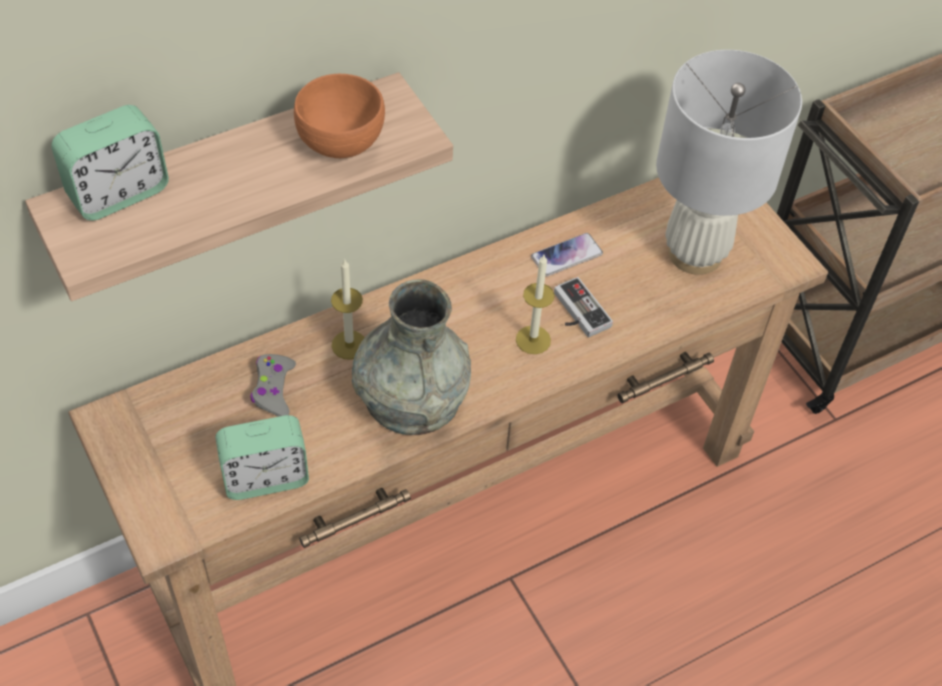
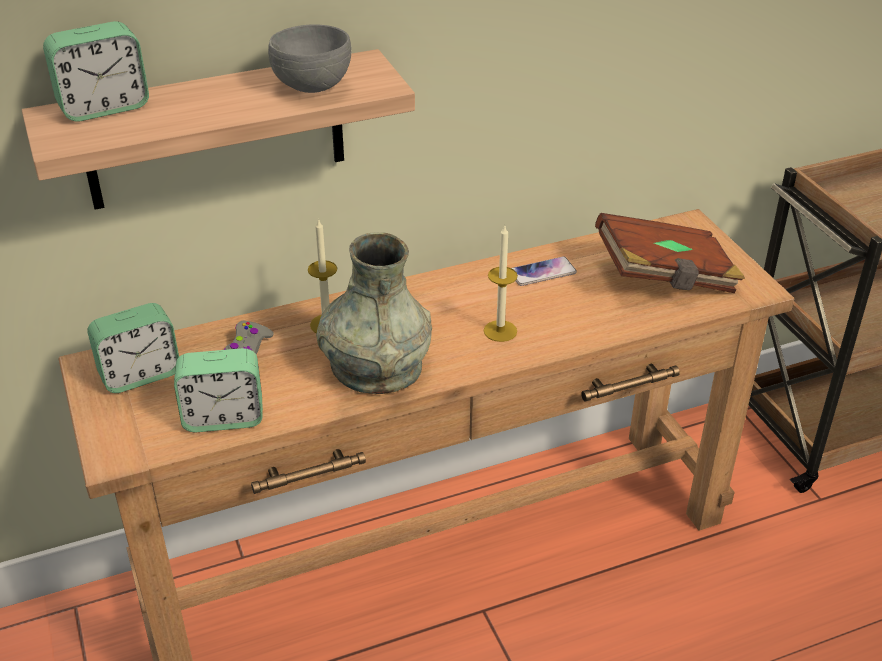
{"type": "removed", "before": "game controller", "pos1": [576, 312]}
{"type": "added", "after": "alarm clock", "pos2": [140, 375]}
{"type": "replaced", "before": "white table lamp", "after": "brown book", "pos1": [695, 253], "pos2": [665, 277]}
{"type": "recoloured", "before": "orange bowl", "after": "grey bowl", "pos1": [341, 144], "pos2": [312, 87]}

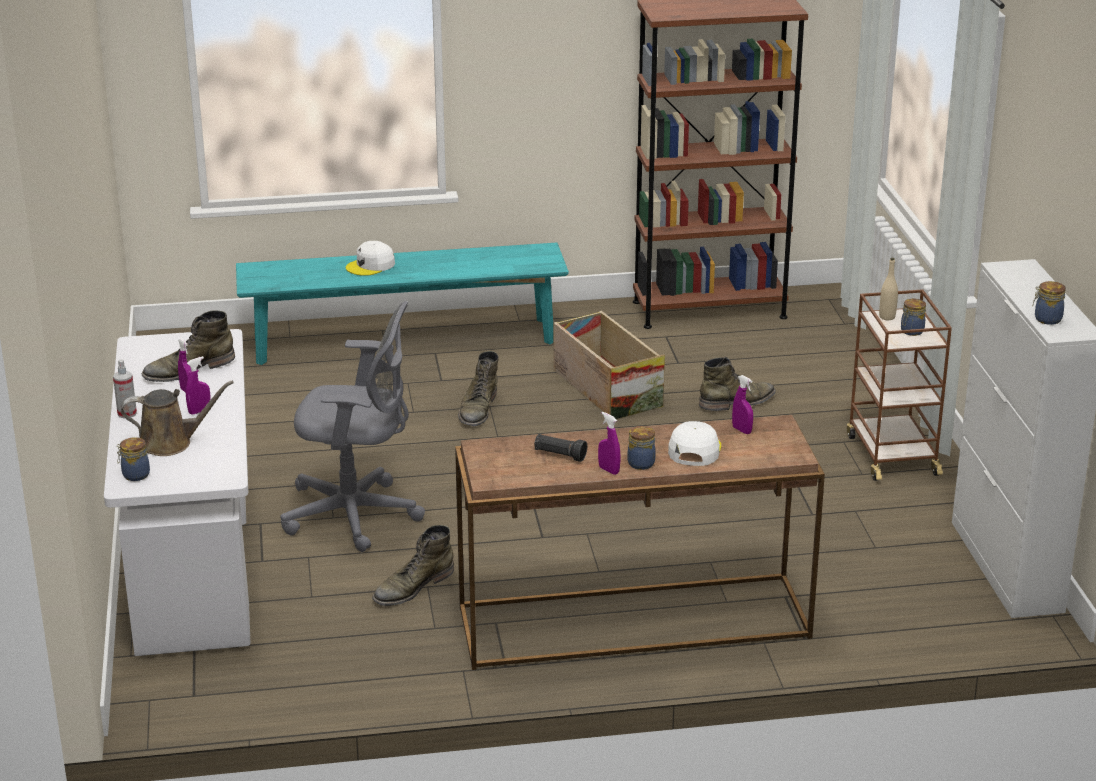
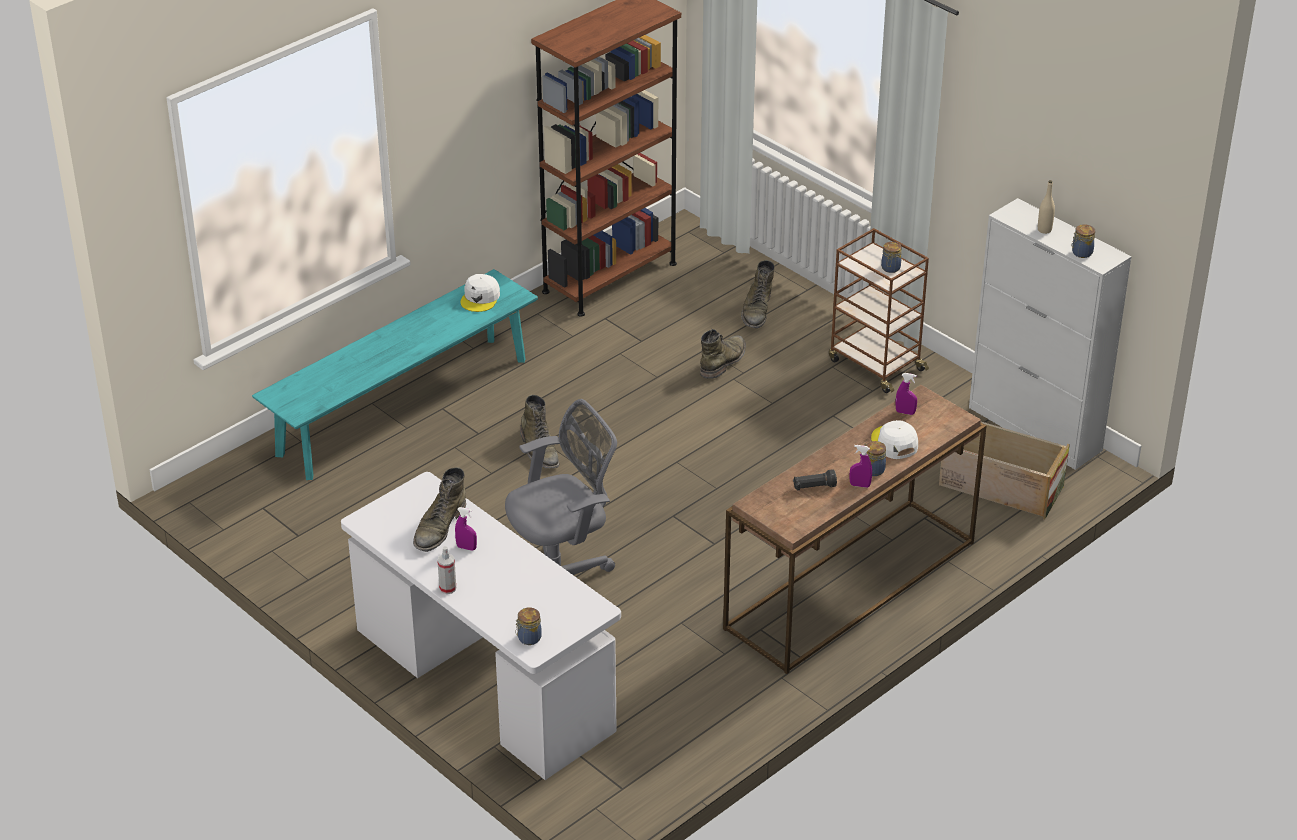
{"type": "removed", "before": "brown watering can", "pos1": [171, 443]}
{"type": "removed", "before": "purple spray bottle", "pos1": [199, 411]}
{"type": "moved", "before": "white cap", "pos1": [371, 265], "pos2": [480, 298]}
{"type": "moved", "before": "green boot", "pos1": [413, 587], "pos2": [757, 310]}
{"type": "moved", "before": "crate", "pos1": [605, 388], "pos2": [999, 486]}
{"type": "moved", "before": "beige bottle", "pos1": [887, 317], "pos2": [1044, 230]}

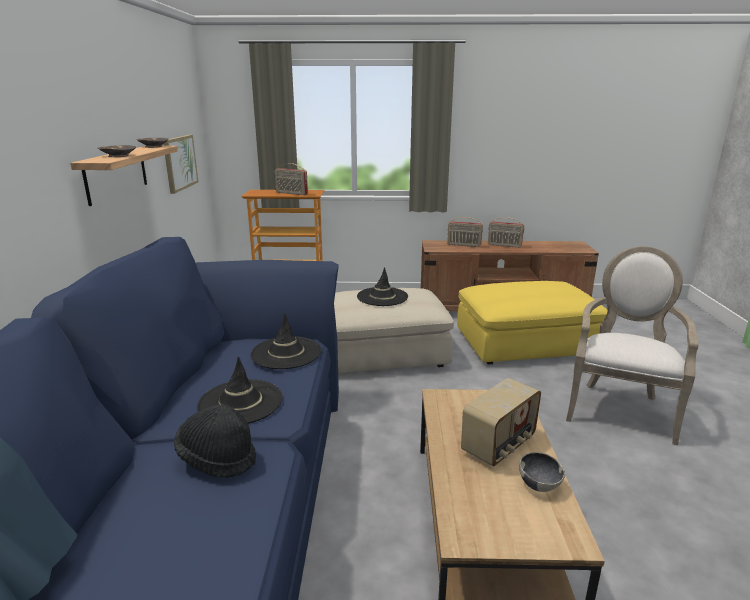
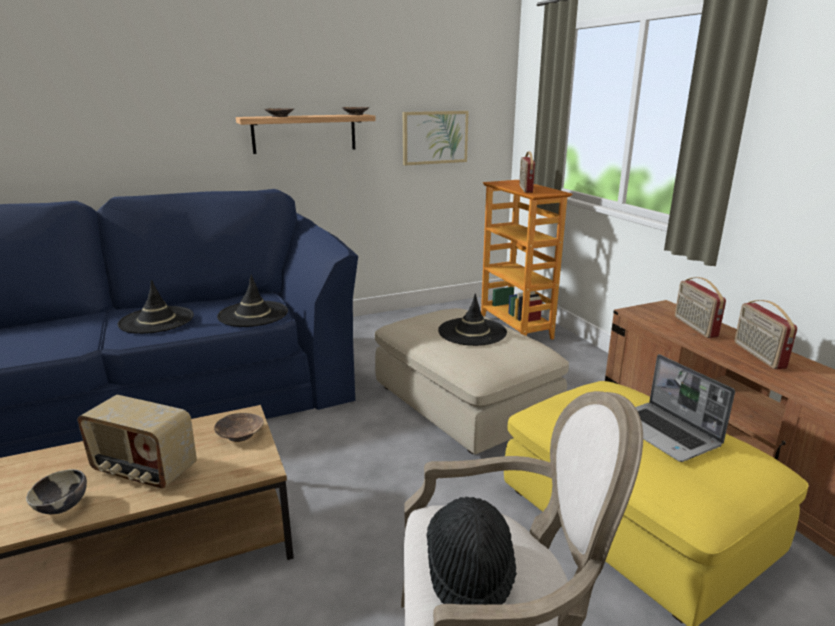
{"type": "added", "after": "brown bowl", "pos2": [240, 435]}
{"type": "added", "after": "laptop", "pos2": [665, 433]}
{"type": "moved", "before": "black hat", "pos1": [217, 458], "pos2": [470, 571]}

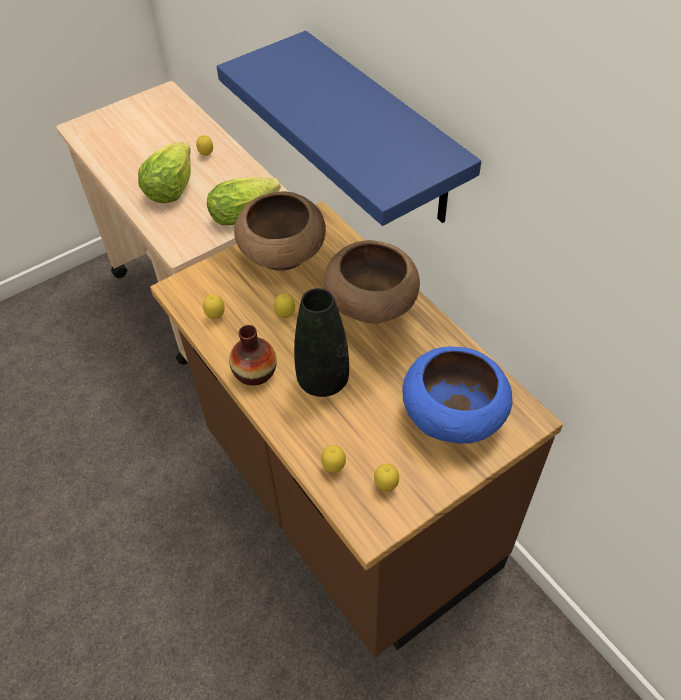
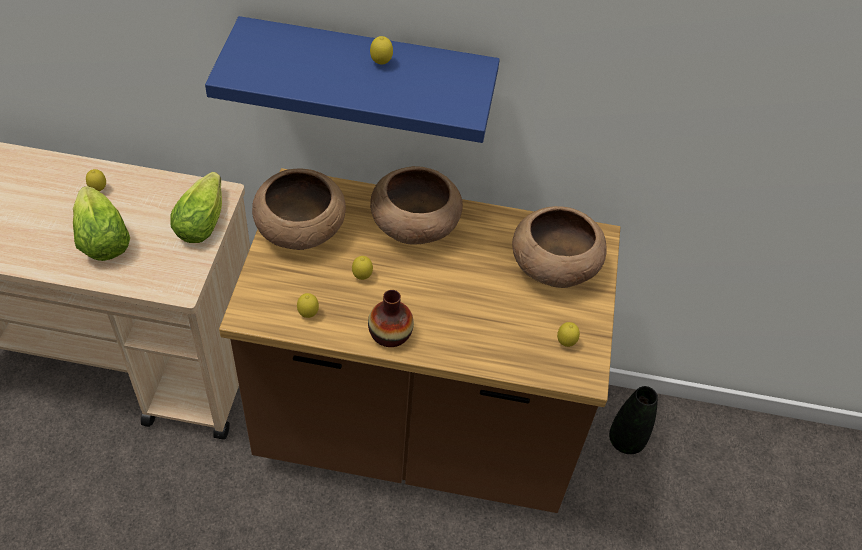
{"type": "moved", "before": "black vase", "pos1": [323, 381], "pos2": [626, 440]}
{"type": "moved", "before": "lemon", "pos1": [334, 467], "pos2": [381, 63]}
{"type": "recoloured", "before": "blue bowl", "after": "brown bowl", "pos1": [453, 414], "pos2": [553, 266]}

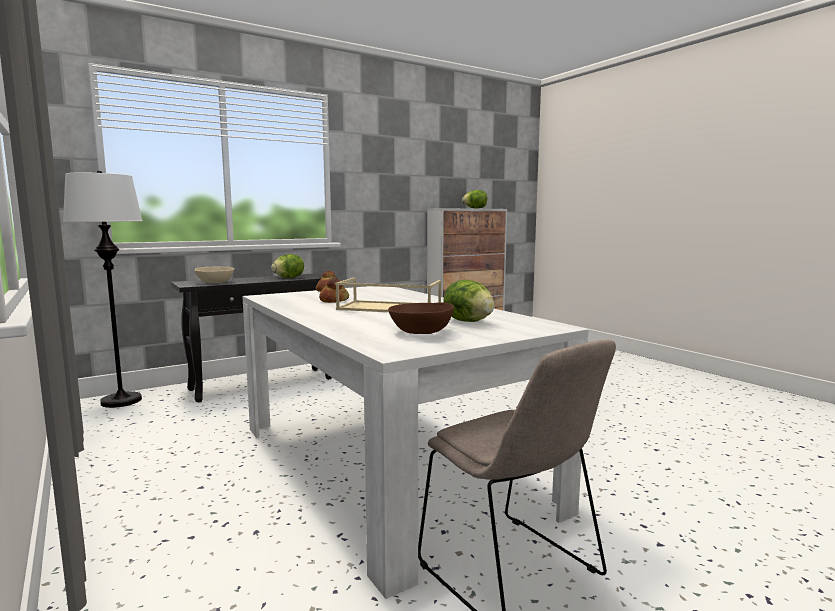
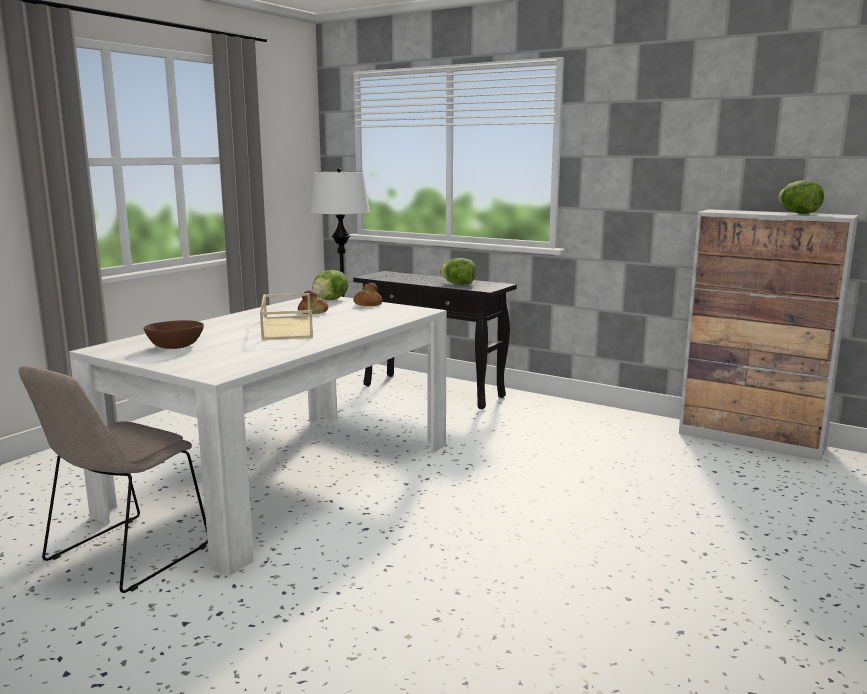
{"type": "removed", "before": "beige bowl", "pos1": [215, 282]}
{"type": "moved", "before": "lettuce", "pos1": [468, 322], "pos2": [330, 300]}

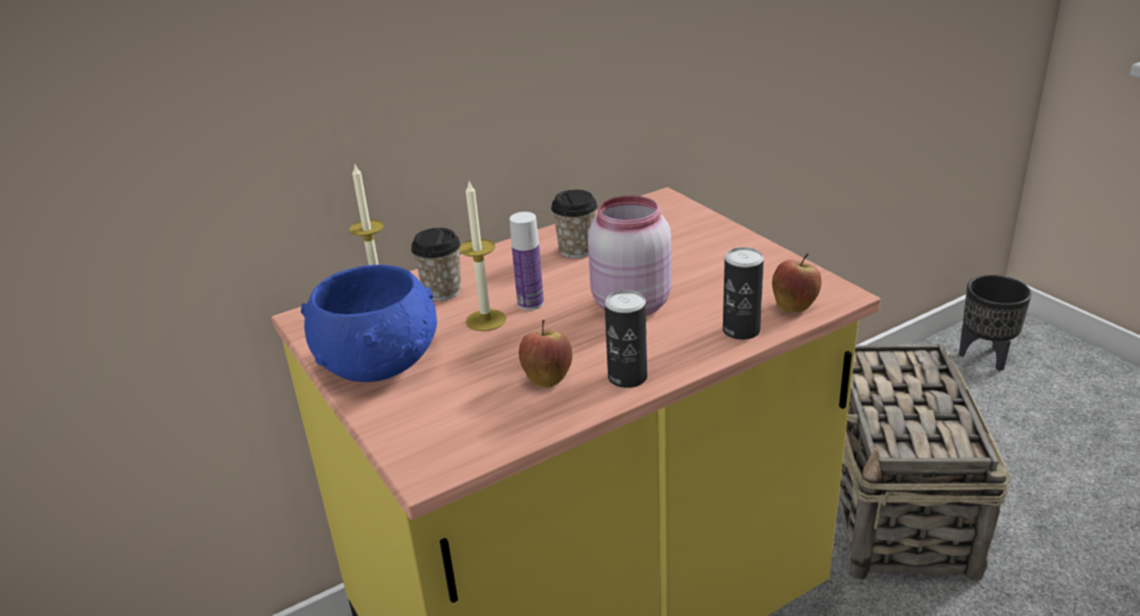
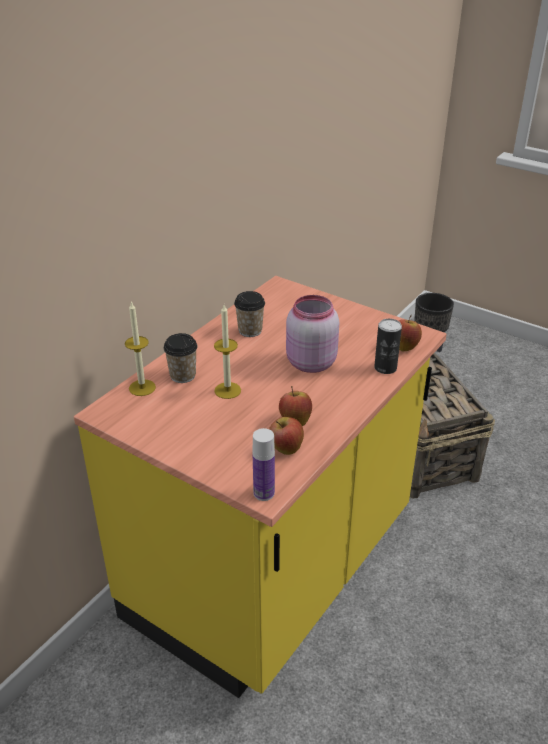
{"type": "removed", "before": "blue bowl", "pos1": [380, 362]}
{"type": "removed", "before": "can", "pos1": [627, 377]}
{"type": "added", "after": "apple", "pos2": [285, 449]}
{"type": "moved", "before": "bottle", "pos1": [530, 303], "pos2": [264, 493]}

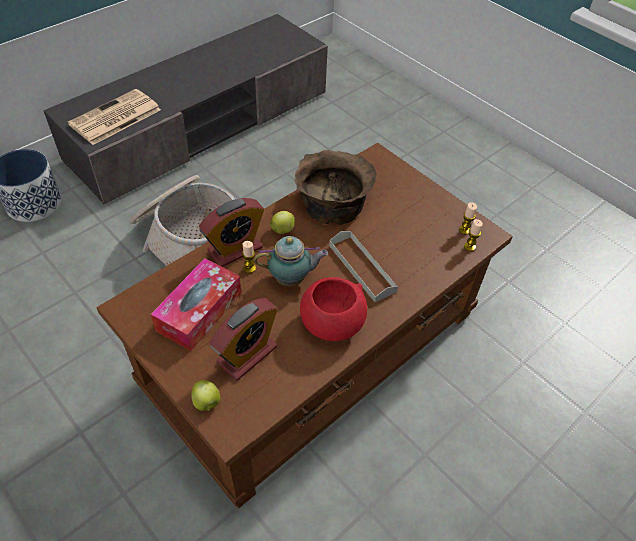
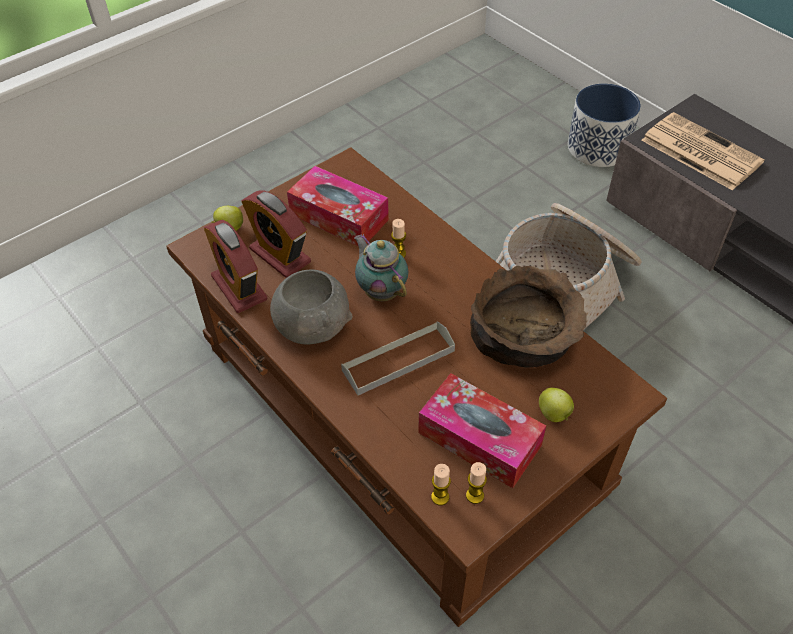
{"type": "added", "after": "tissue box", "pos2": [479, 439]}
{"type": "moved", "before": "alarm clock", "pos1": [235, 249], "pos2": [239, 288]}
{"type": "moved", "before": "apple", "pos1": [283, 230], "pos2": [554, 415]}
{"type": "recoloured", "before": "red bowl", "after": "grey bowl", "pos1": [331, 324], "pos2": [312, 326]}
{"type": "turned", "before": "teapot", "pos1": [292, 279], "pos2": [381, 291], "turn": 150}

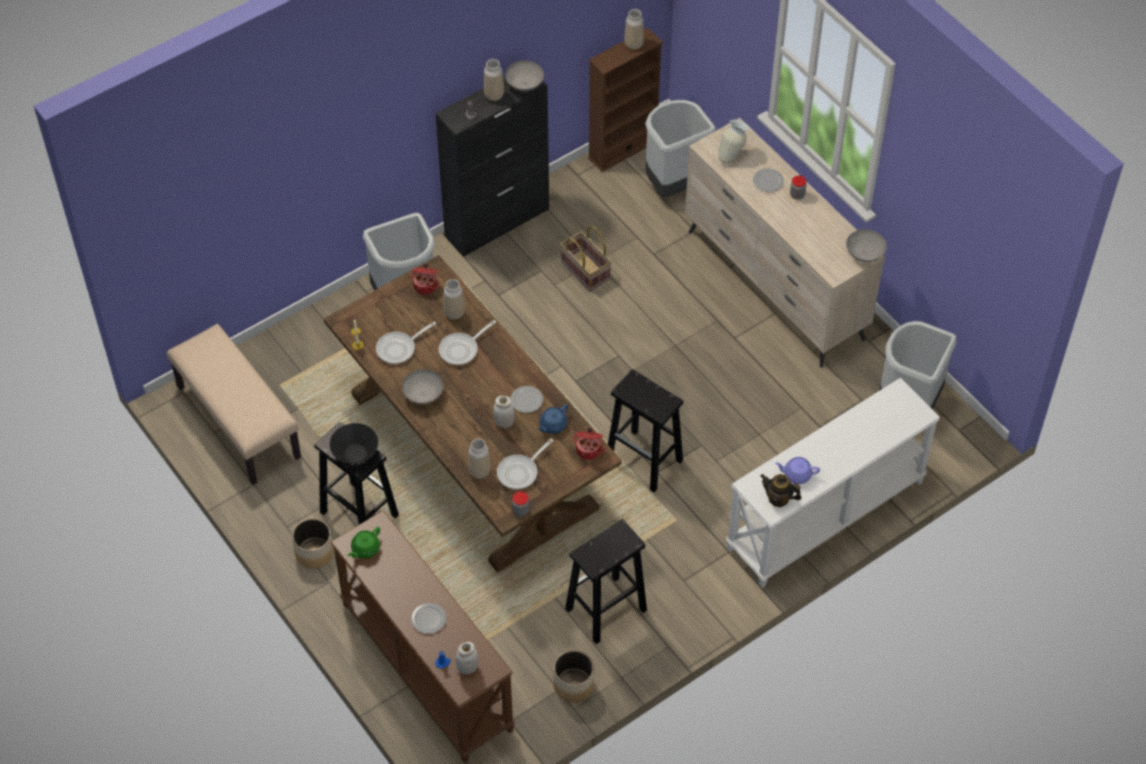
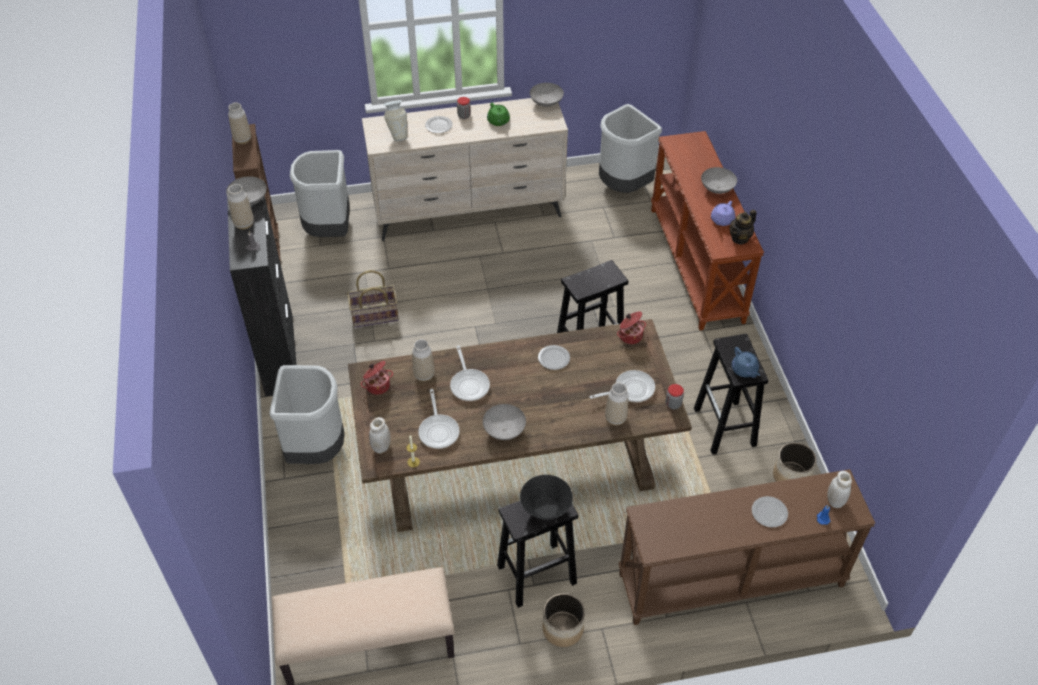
{"type": "added", "after": "grey bowl", "pos2": [717, 188]}
{"type": "moved", "before": "green teapot", "pos1": [365, 549], "pos2": [498, 121]}
{"type": "moved", "before": "white jar", "pos1": [504, 423], "pos2": [381, 447]}
{"type": "moved", "before": "blue teapot", "pos1": [552, 425], "pos2": [744, 370]}
{"type": "recoloured", "before": "white console table", "after": "brown console table", "pos1": [826, 516], "pos2": [697, 264]}
{"type": "turned", "before": "frying pan", "pos1": [520, 472], "pos2": [630, 390], "turn": -90}

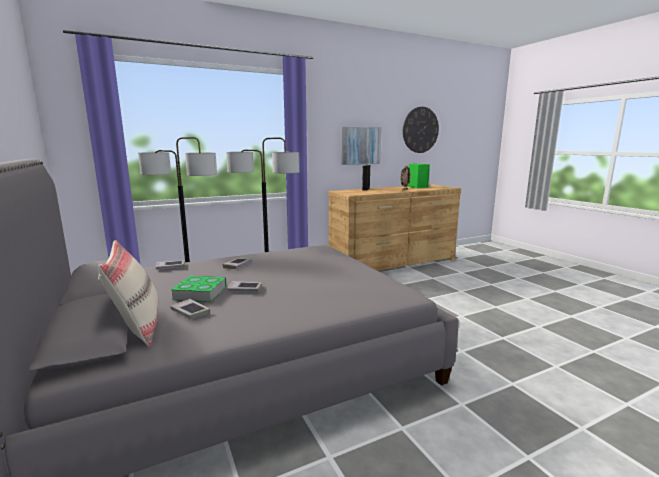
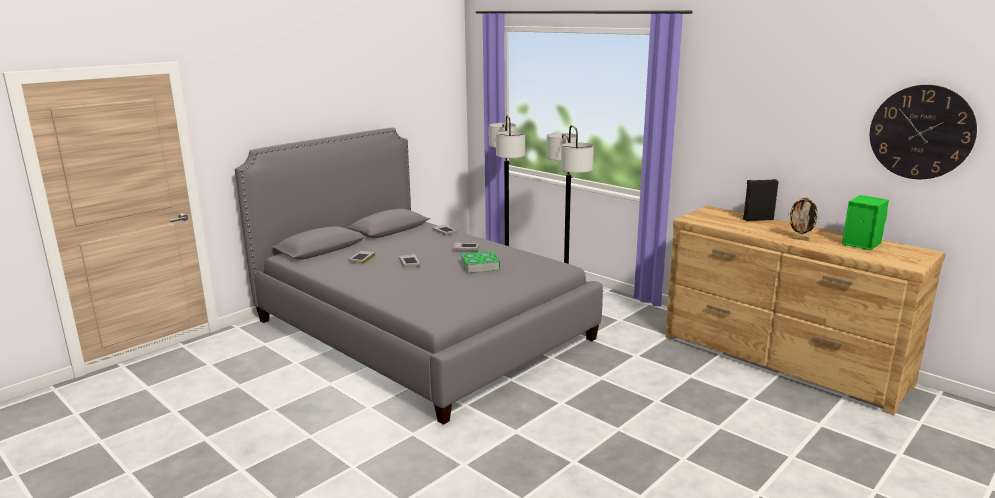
{"type": "removed", "before": "beige pillow", "pos1": [137, 328]}
{"type": "removed", "before": "picture", "pos1": [360, 146]}
{"type": "moved", "before": "book", "pos1": [200, 292], "pos2": [480, 266]}

